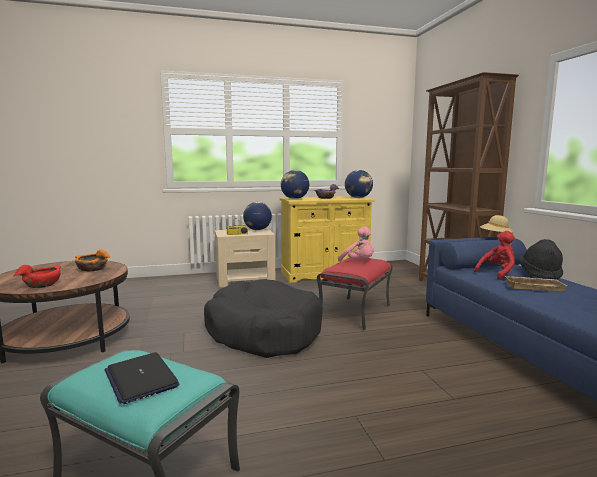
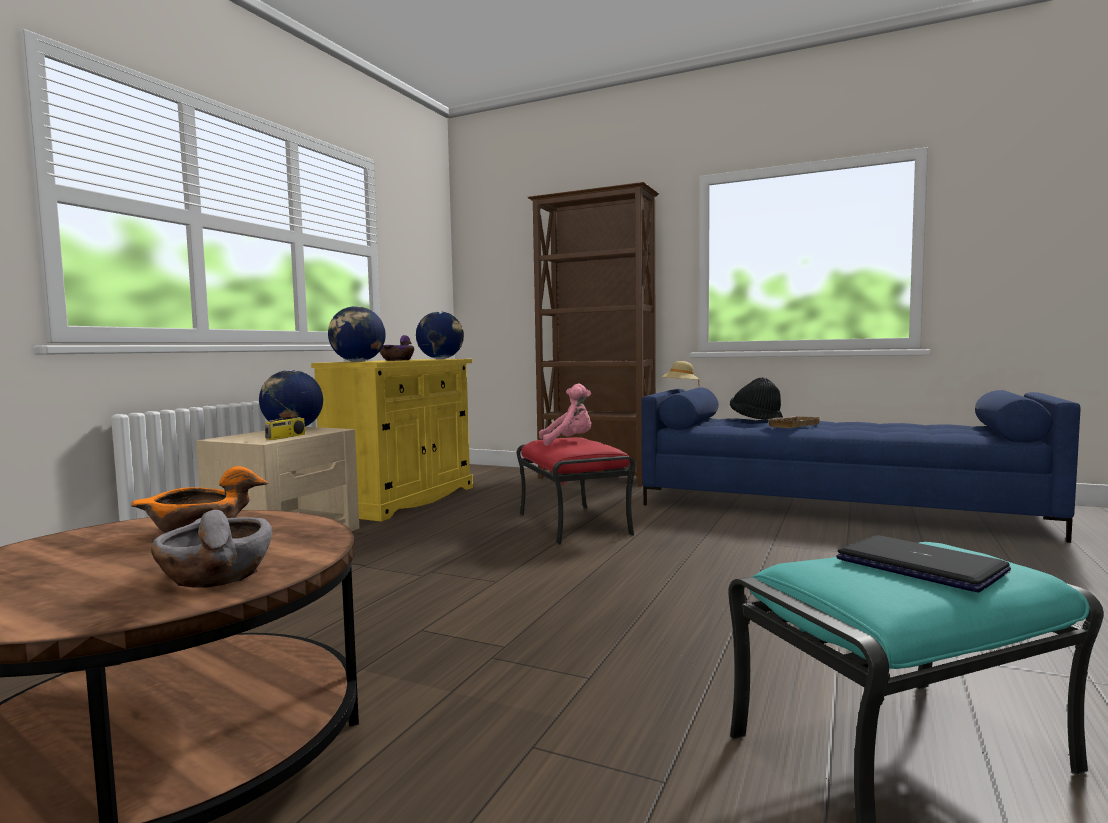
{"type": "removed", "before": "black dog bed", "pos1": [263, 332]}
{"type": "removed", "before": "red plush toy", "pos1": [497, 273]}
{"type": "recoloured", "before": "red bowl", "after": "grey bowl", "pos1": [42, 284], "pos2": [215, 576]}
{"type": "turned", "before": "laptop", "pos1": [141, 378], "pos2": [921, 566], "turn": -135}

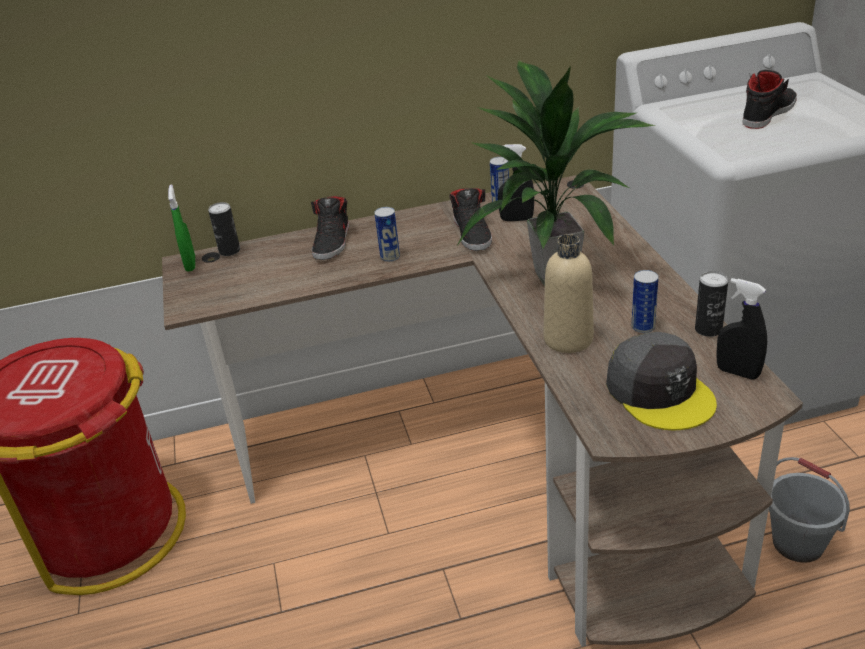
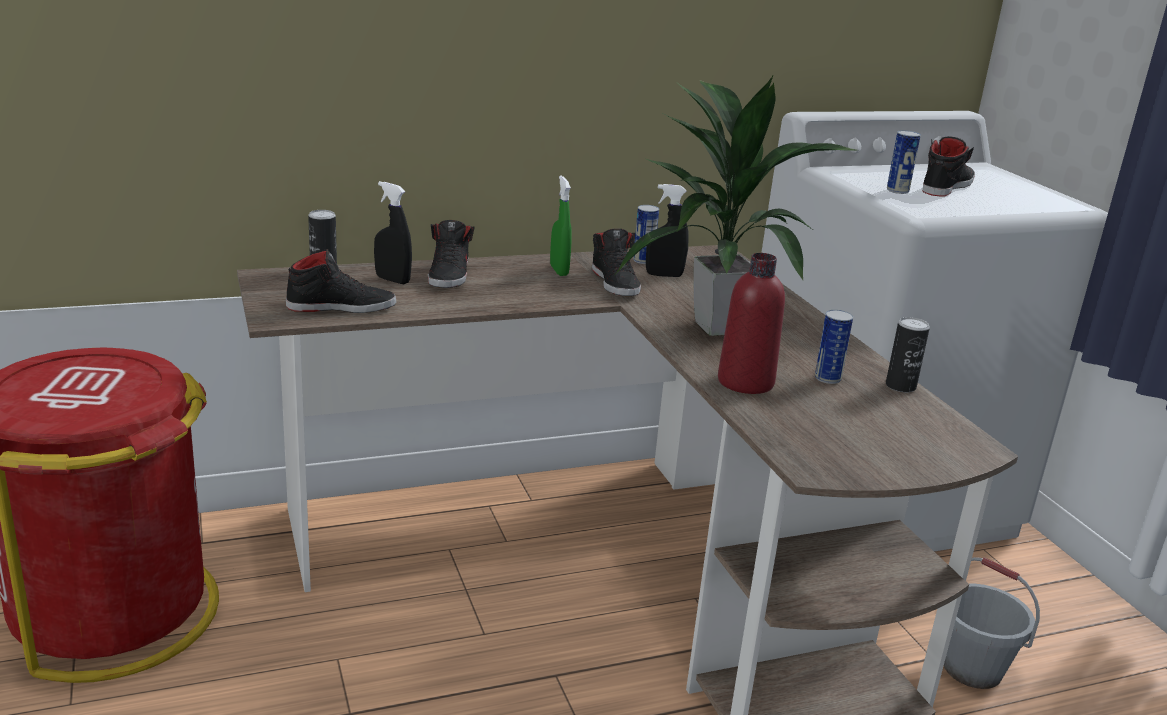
{"type": "removed", "before": "grey cap", "pos1": [660, 392]}
{"type": "added", "after": "black shoe", "pos2": [341, 306]}
{"type": "moved", "before": "green spray bottle", "pos1": [190, 264], "pos2": [559, 270]}
{"type": "moved", "before": "can", "pos1": [390, 257], "pos2": [897, 191]}
{"type": "moved", "before": "black spray bottle", "pos1": [737, 372], "pos2": [392, 280]}
{"type": "recoloured", "before": "beige bottle", "after": "red bottle", "pos1": [568, 339], "pos2": [745, 382]}

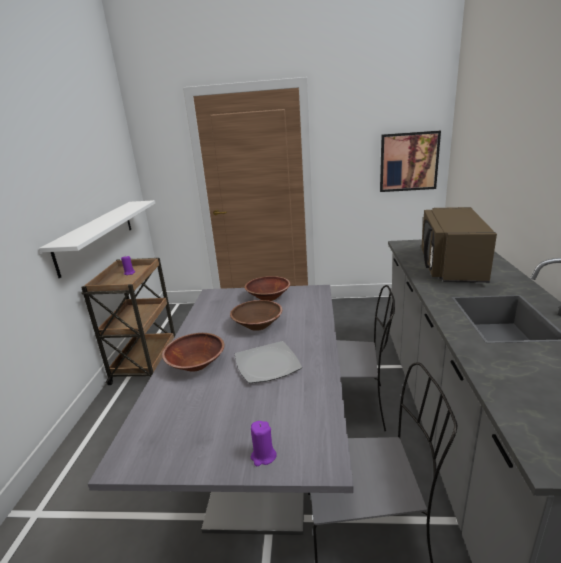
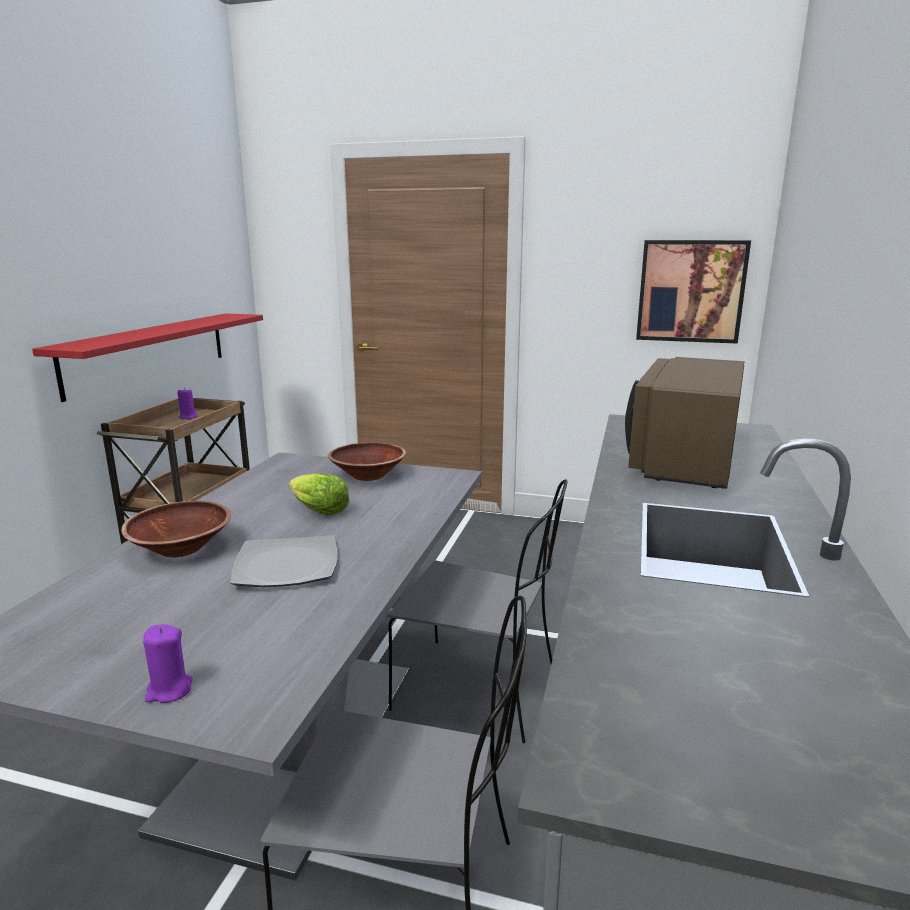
{"type": "replaced", "before": "brown bowl", "after": "lettuce", "pos1": [257, 325], "pos2": [318, 511]}
{"type": "recoloured", "before": "white shelf", "after": "red shelf", "pos1": [96, 235], "pos2": [149, 352]}

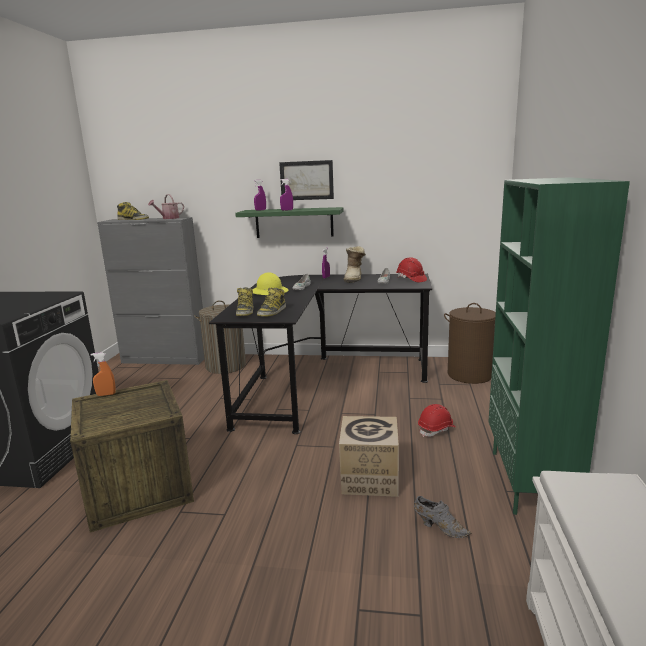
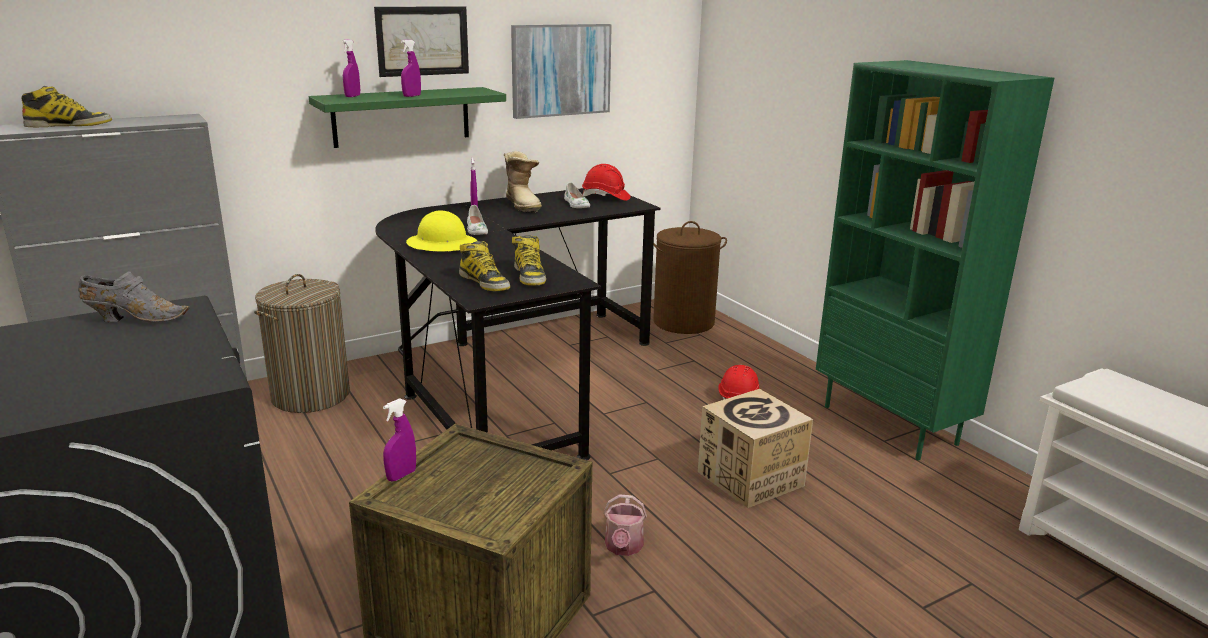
{"type": "added", "after": "picture", "pos2": [560, 70]}
{"type": "moved", "before": "watering can", "pos1": [168, 218], "pos2": [623, 547]}
{"type": "moved", "before": "grey shoe", "pos1": [439, 527], "pos2": [134, 319]}
{"type": "recoloured", "before": "orange spray bottle", "after": "purple spray bottle", "pos1": [106, 394], "pos2": [401, 475]}

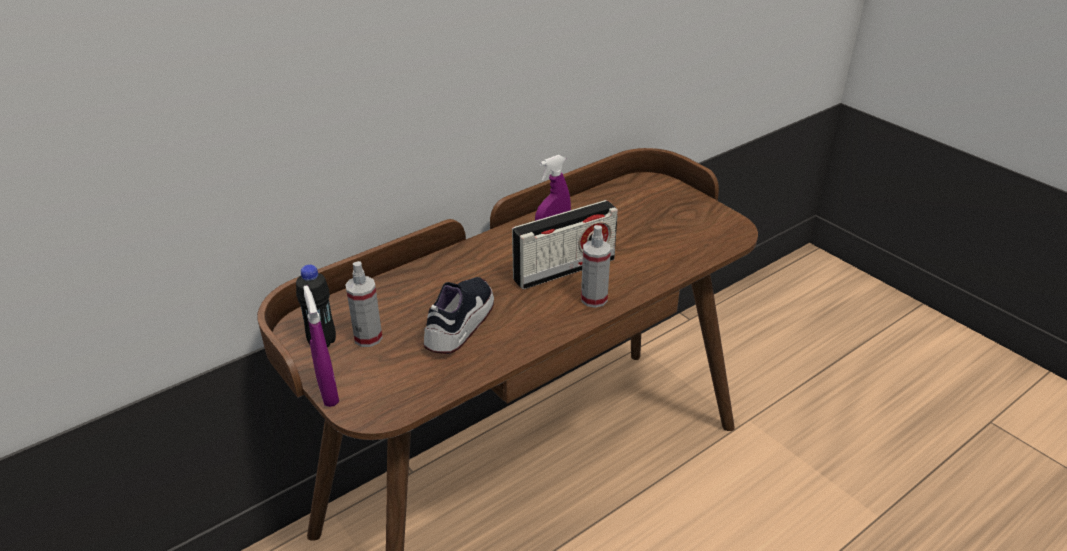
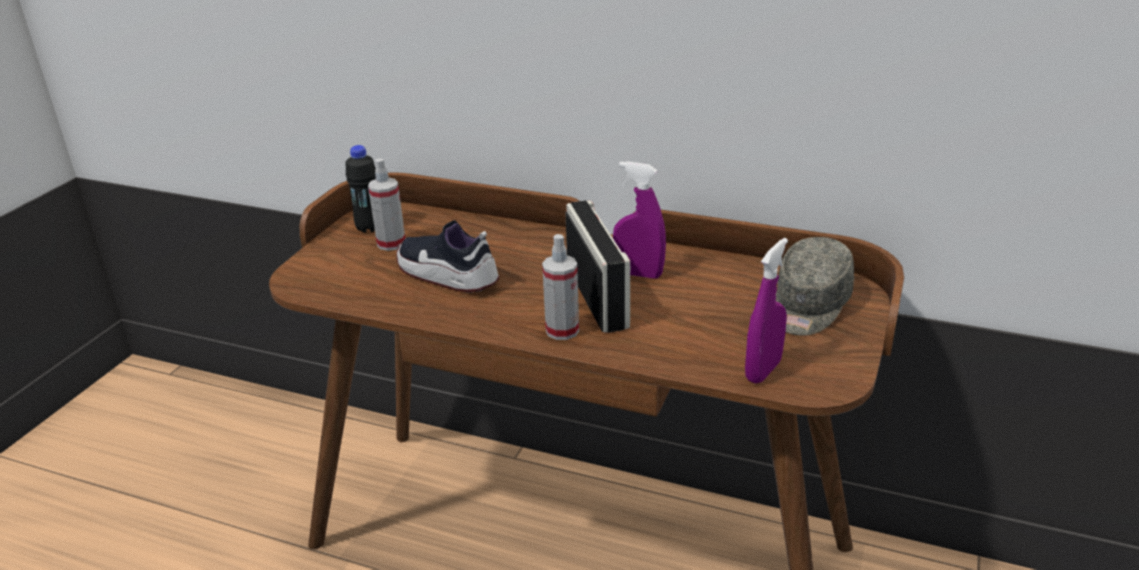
{"type": "added", "after": "grey cap", "pos2": [808, 306]}
{"type": "moved", "before": "purple spray bottle", "pos1": [328, 393], "pos2": [763, 371]}
{"type": "turned", "before": "shoe", "pos1": [459, 325], "pos2": [447, 276], "turn": -135}
{"type": "turned", "before": "radio", "pos1": [564, 269], "pos2": [597, 296], "turn": -135}

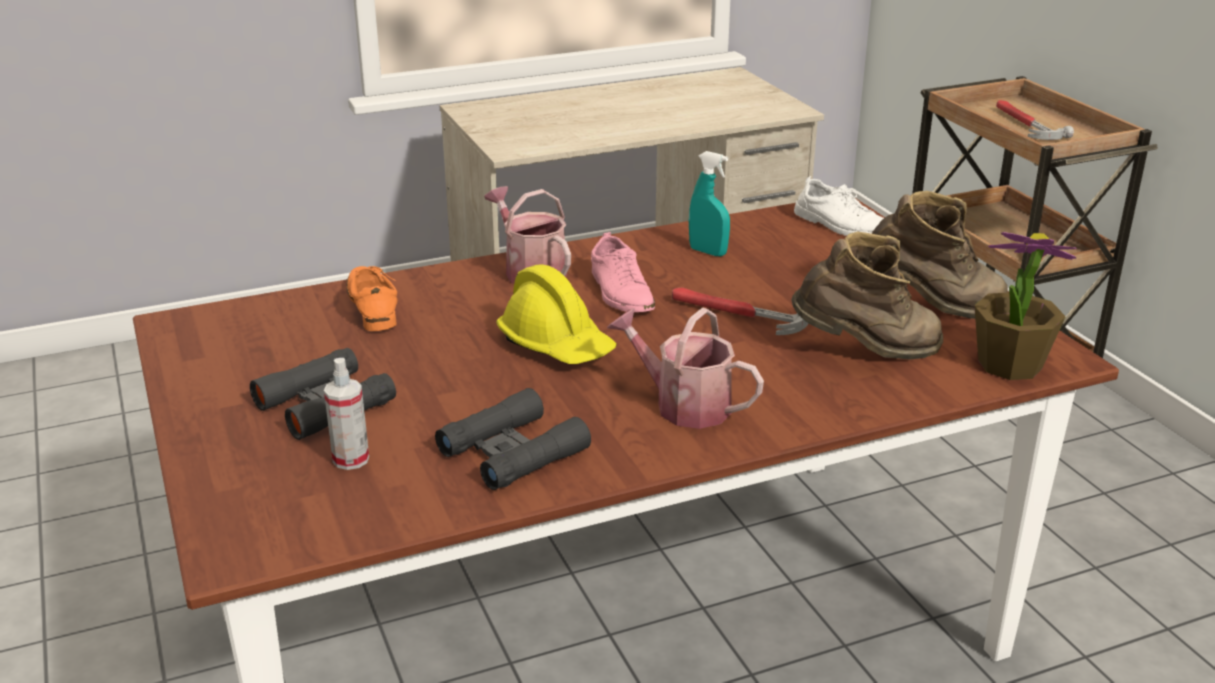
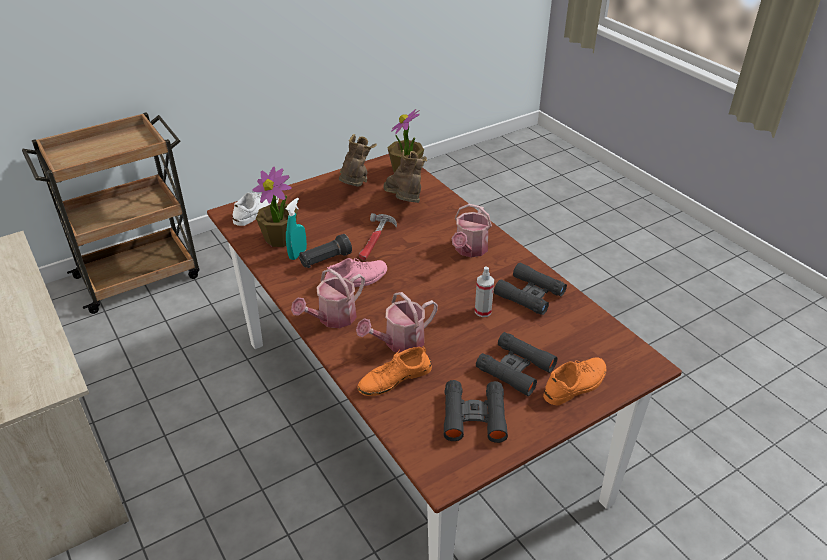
{"type": "removed", "before": "yellow hard hat", "pos1": [557, 345]}
{"type": "removed", "before": "hammer", "pos1": [1025, 124]}
{"type": "added", "after": "potted plant", "pos2": [280, 238]}
{"type": "added", "after": "black flashlight", "pos2": [325, 260]}
{"type": "added", "after": "watering can", "pos2": [399, 343]}
{"type": "added", "after": "black binoculars", "pos2": [474, 416]}
{"type": "added", "after": "orange shoe", "pos2": [575, 385]}
{"type": "moved", "before": "spray bottle", "pos1": [351, 459], "pos2": [483, 311]}

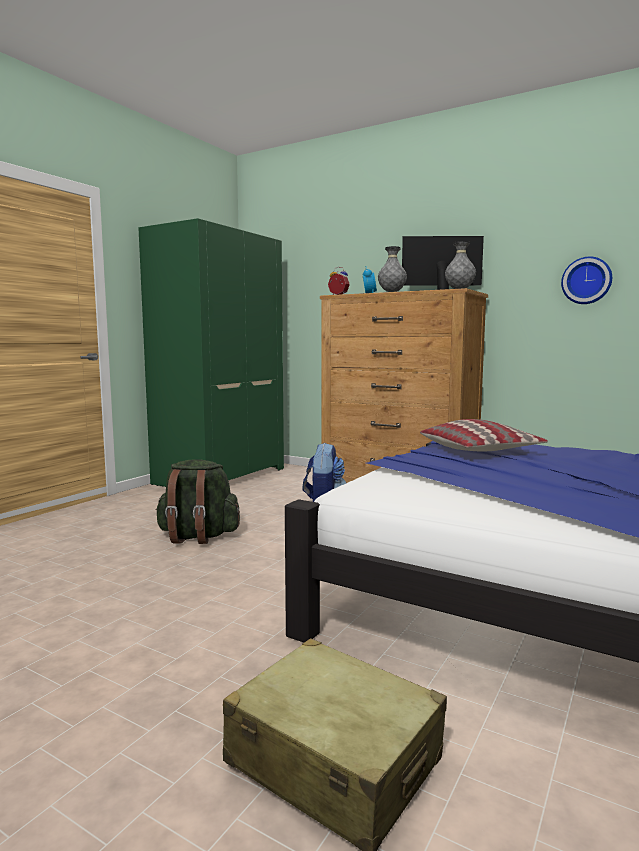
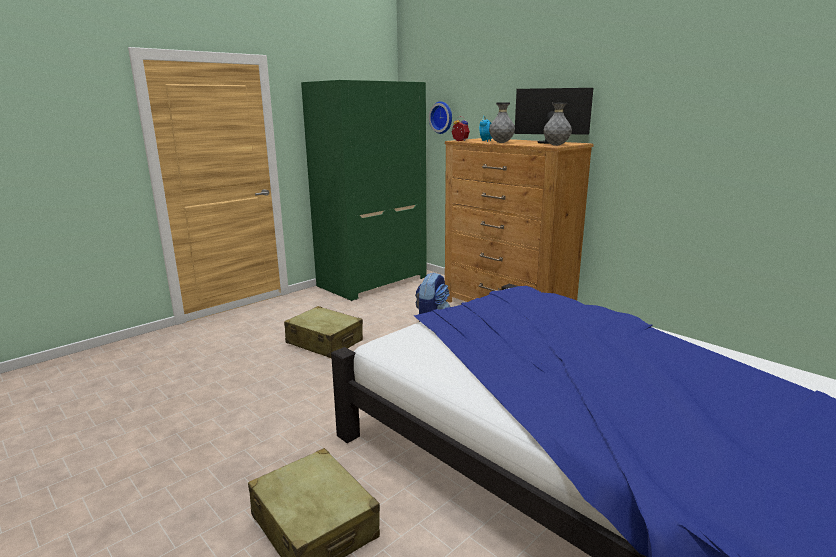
{"type": "removed", "before": "pillow", "pos1": [481, 451]}
{"type": "moved", "before": "wall clock", "pos1": [586, 281], "pos2": [442, 117]}
{"type": "replaced", "before": "green backpack", "after": "beige suitcase", "pos1": [198, 537], "pos2": [324, 342]}

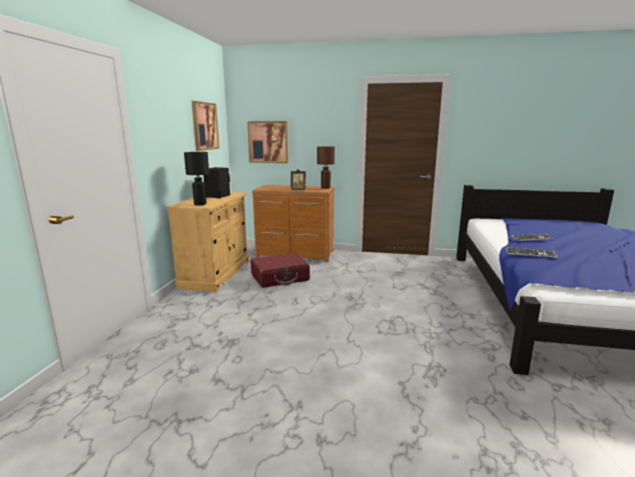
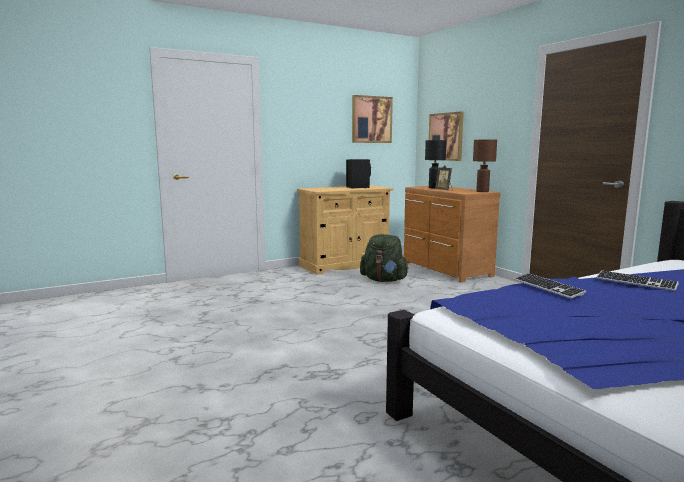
{"type": "moved", "before": "black table lamp", "pos1": [200, 204], "pos2": [434, 188]}
{"type": "replaced", "before": "red suitcase", "after": "green backpack", "pos1": [280, 277], "pos2": [384, 280]}

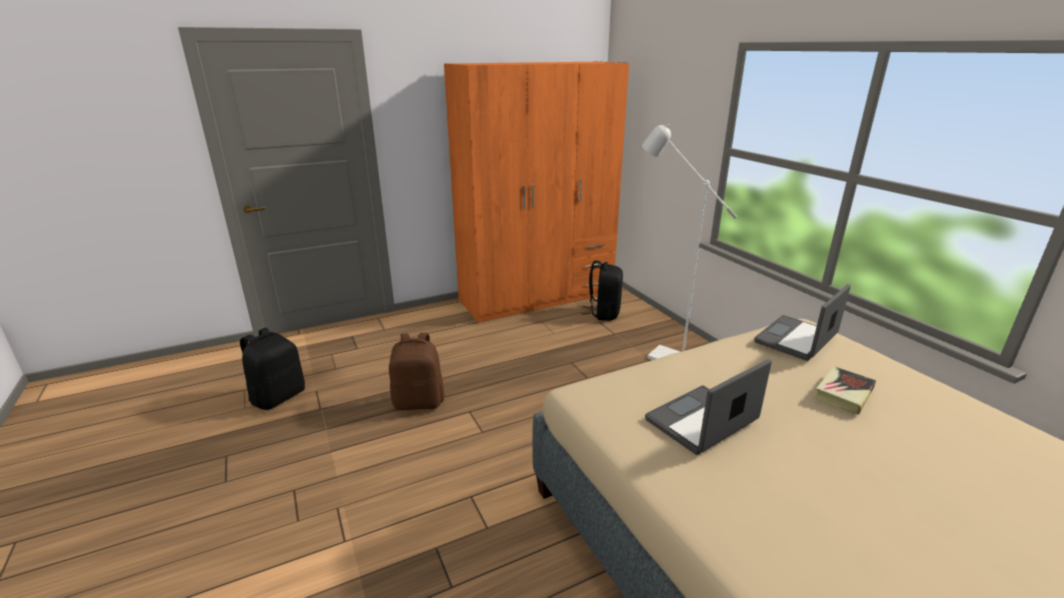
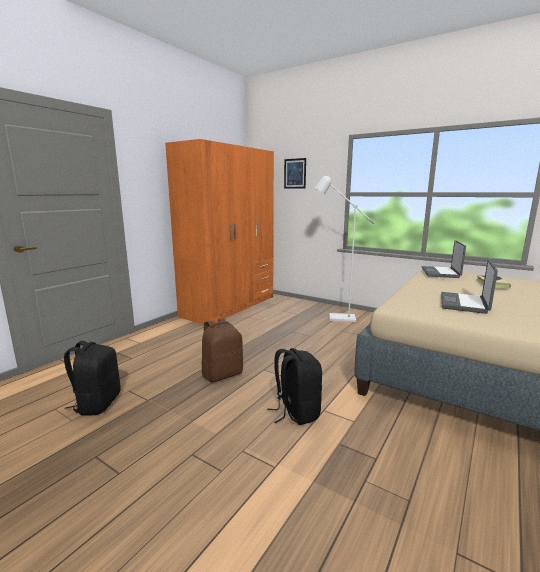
{"type": "added", "after": "picture", "pos2": [295, 173]}
{"type": "moved", "before": "black backpack", "pos1": [603, 313], "pos2": [296, 412]}

